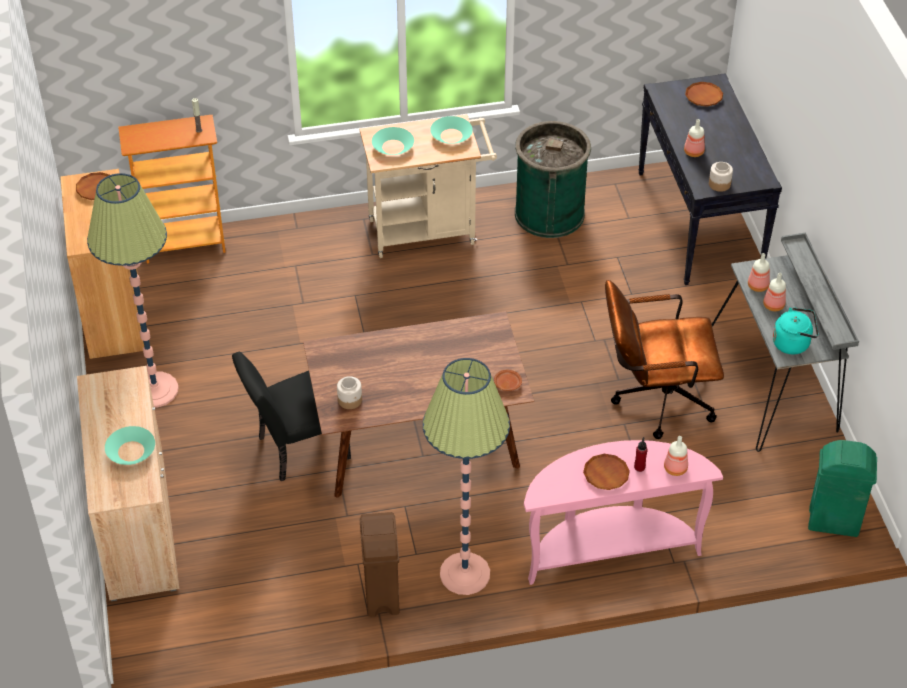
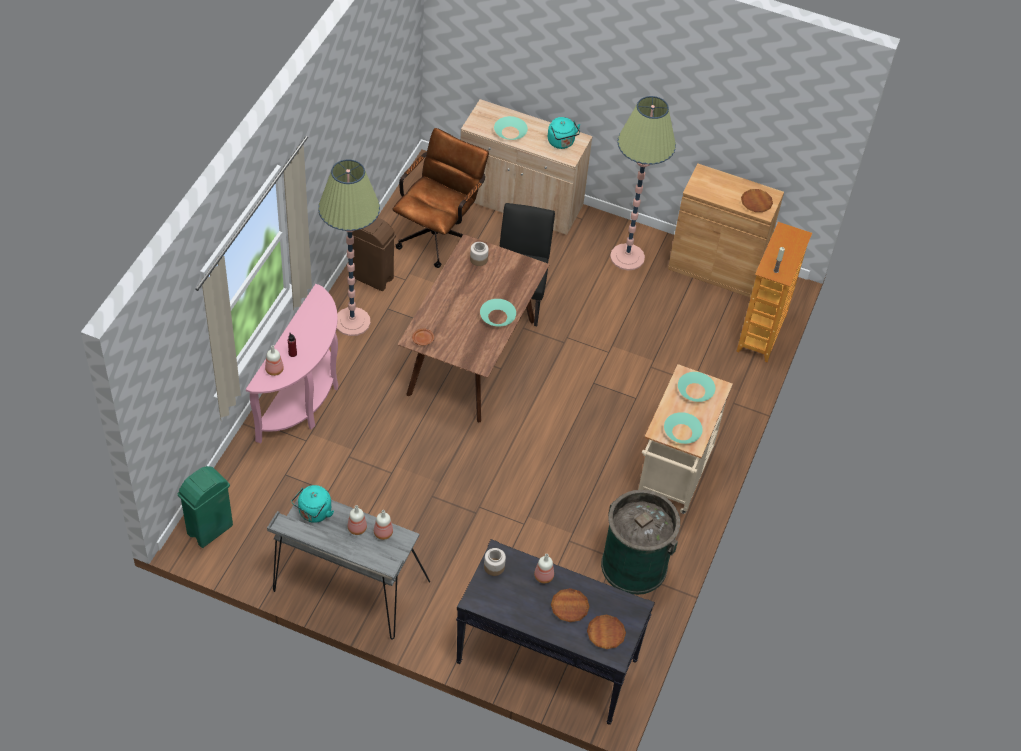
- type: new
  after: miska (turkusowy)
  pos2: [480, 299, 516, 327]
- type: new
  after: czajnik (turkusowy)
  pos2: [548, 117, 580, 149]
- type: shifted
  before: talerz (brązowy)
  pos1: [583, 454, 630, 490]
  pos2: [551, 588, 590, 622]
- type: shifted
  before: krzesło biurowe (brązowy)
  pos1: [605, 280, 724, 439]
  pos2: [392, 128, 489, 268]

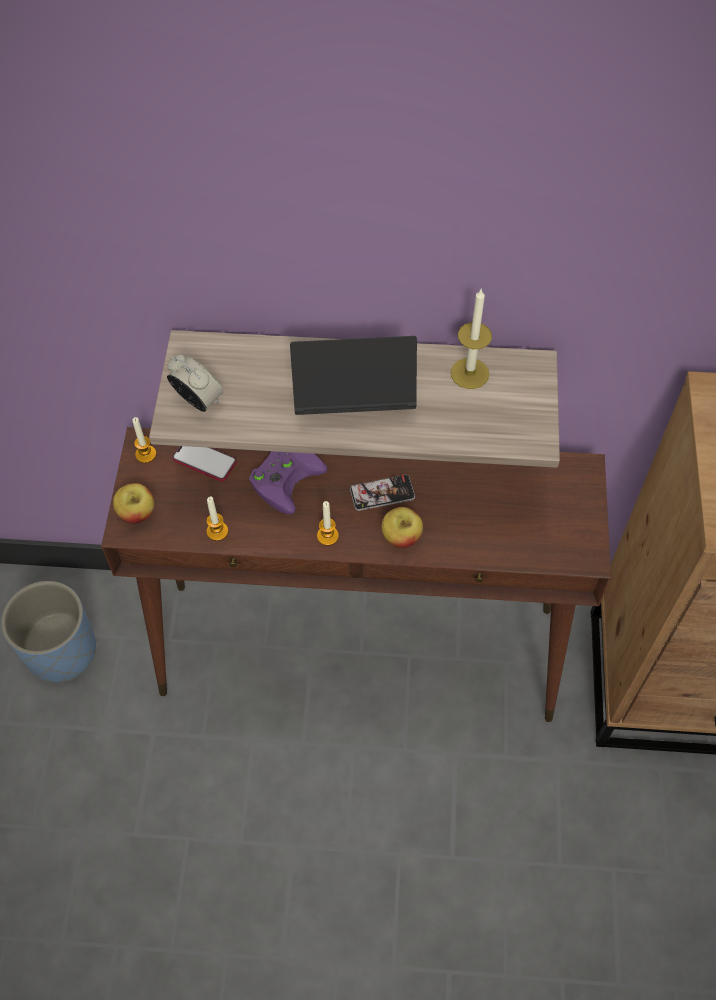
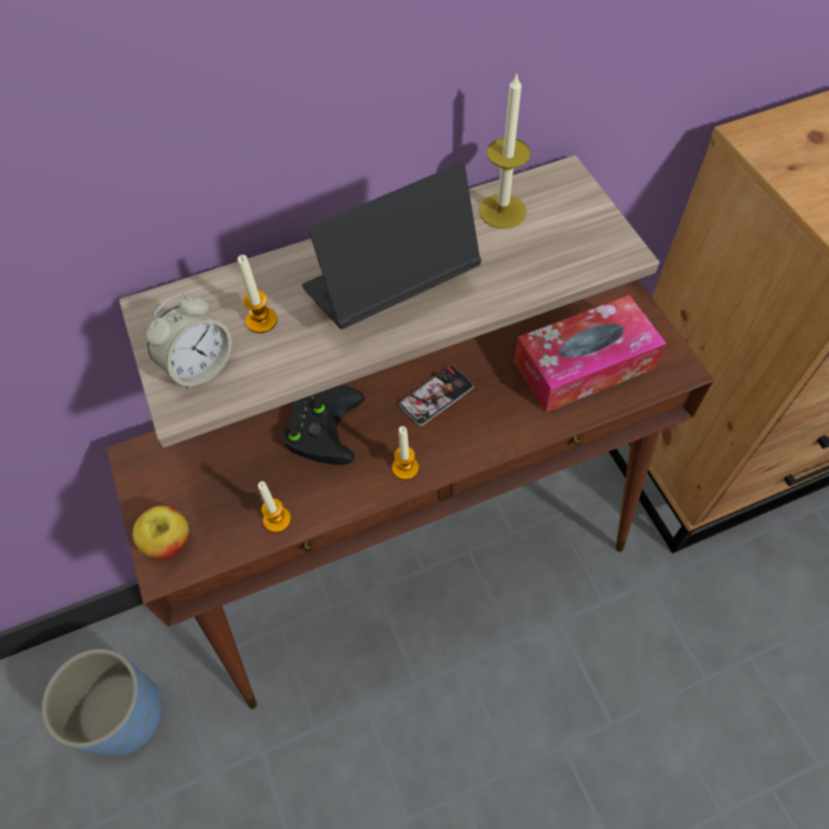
- type: gone
  before: telefon
  pos1: [172, 446, 237, 481]
- type: gone
  before: jabłko
  pos1: [381, 507, 423, 548]
- type: new
  after: pudełko chusteczek
  pos2: [514, 295, 666, 413]
- type: shifted
  before: świeca
  pos1: [132, 417, 156, 463]
  pos2: [237, 255, 277, 333]
- type: repainted
  before: pad do gier (fioletowy)
  after: pad do gier (czarny)
  pos1: [249, 451, 328, 514]
  pos2: [283, 385, 365, 465]
- type: rotated
  before: budzik
  pos1: [167, 355, 224, 412]
  pos2: [146, 293, 232, 390]
  turn: 120

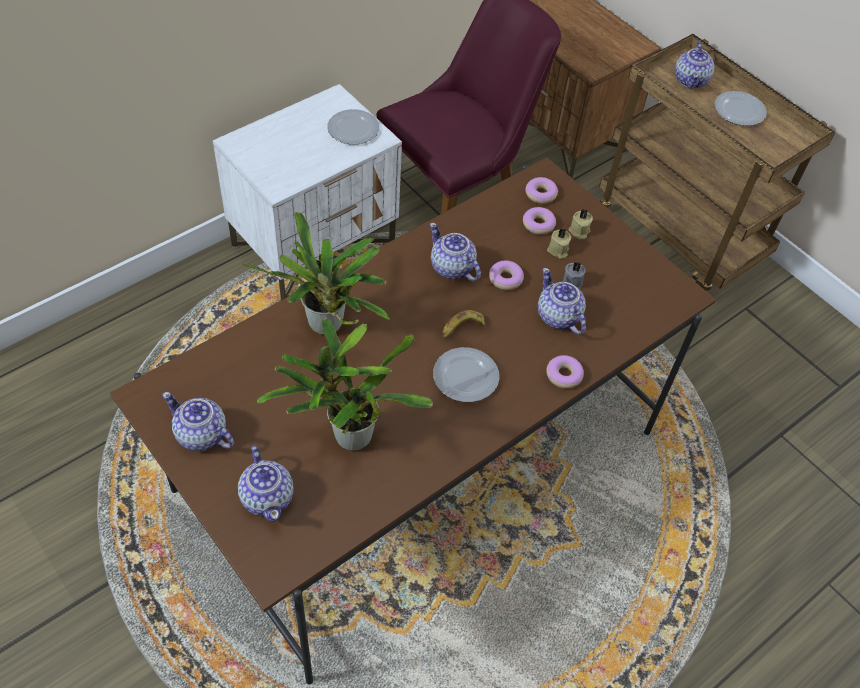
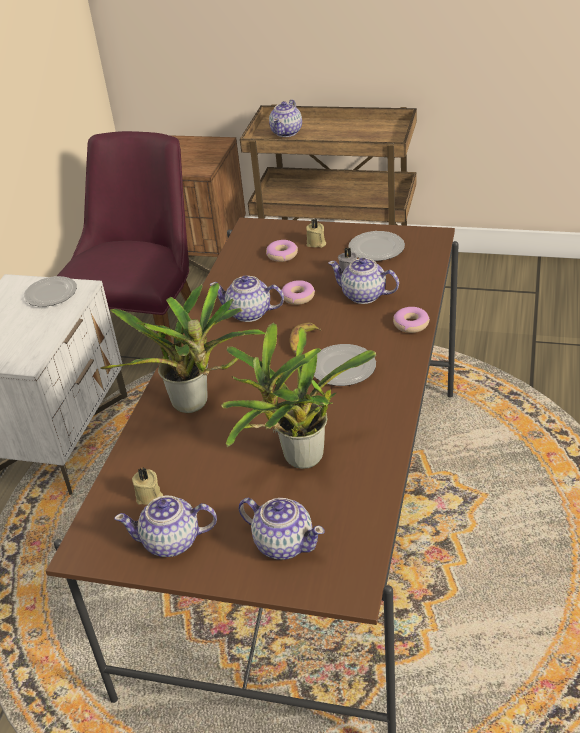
- type: gone
  before: donut
  pos1: [525, 177, 558, 204]
- type: shifted
  before: świeca (beżowy)
  pos1: [547, 228, 571, 259]
  pos2: [132, 468, 163, 505]
- type: shifted
  before: talerz
  pos1: [714, 91, 767, 126]
  pos2: [348, 231, 405, 261]
- type: rotated
  before: imbryk
  pos1: [675, 42, 714, 89]
  pos2: [269, 99, 302, 137]
  turn: 45

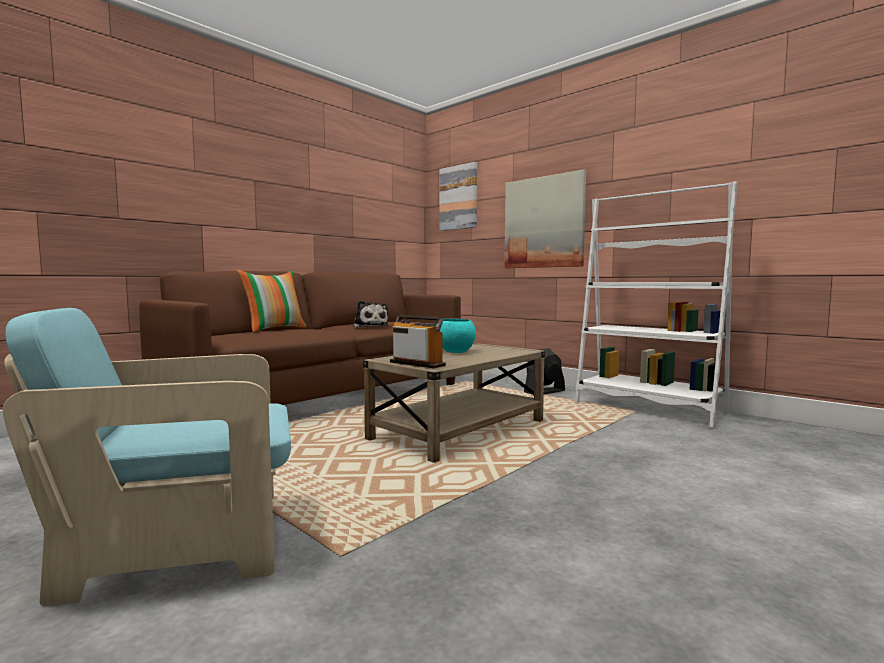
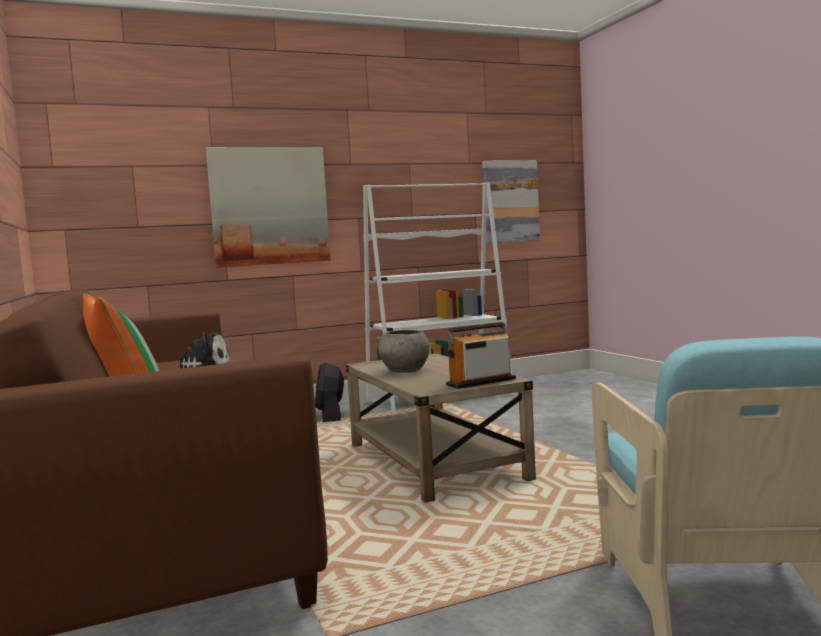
- type: shifted
  before: obraz
  pos1: [439, 162, 477, 231]
  pos2: [482, 160, 540, 243]
- type: repainted
  before: miska (turkusowy)
  after: miska (szary)
  pos1: [436, 319, 476, 353]
  pos2: [375, 330, 430, 373]

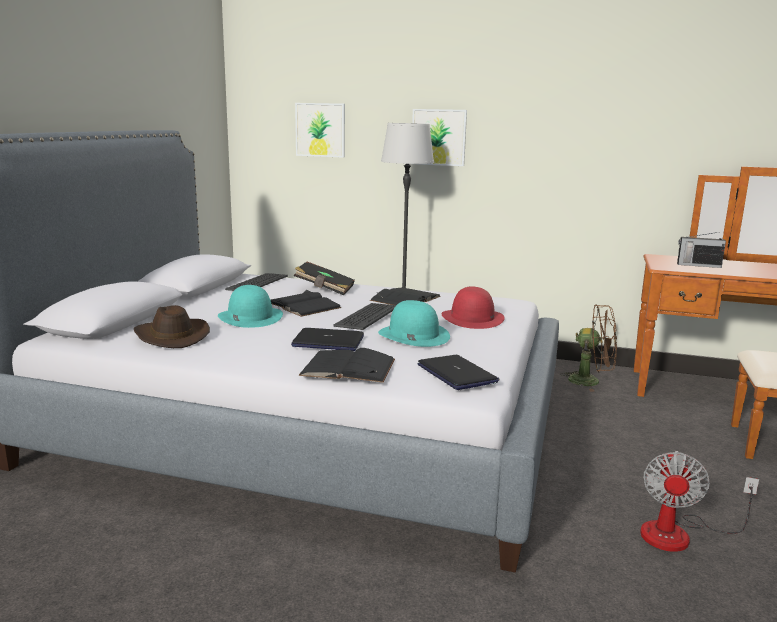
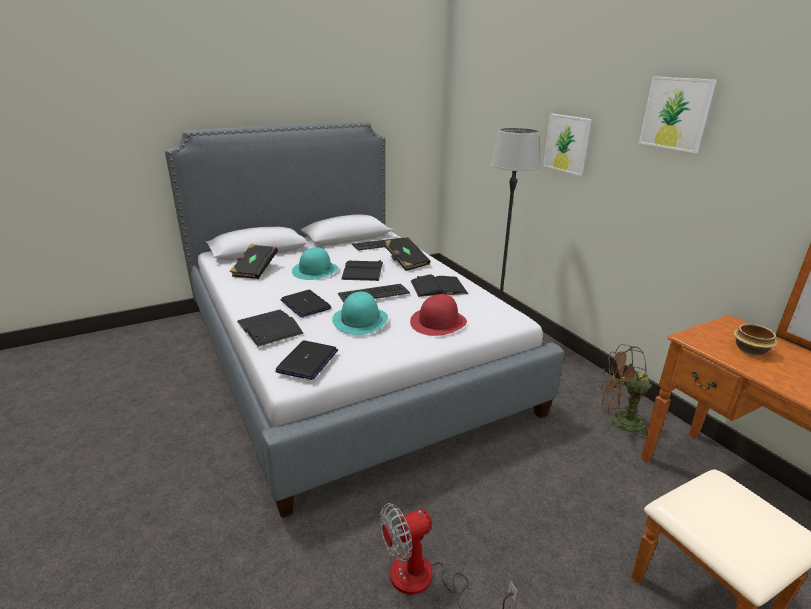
- type: shifted
  before: obraz
  pos1: [295, 103, 345, 158]
  pos2: [639, 76, 717, 153]
- type: swapped
  before: kapelusz (brązowy)
  after: książka (czarny)
  pos1: [134, 305, 210, 348]
  pos2: [230, 244, 278, 279]
- type: swapped
  before: radio
  after: miska
  pos1: [677, 232, 726, 268]
  pos2: [733, 324, 778, 355]
- type: rotated
  before: wentylator (brązowy)
  pos1: [560, 304, 617, 392]
  pos2: [600, 344, 653, 440]
  turn: 120

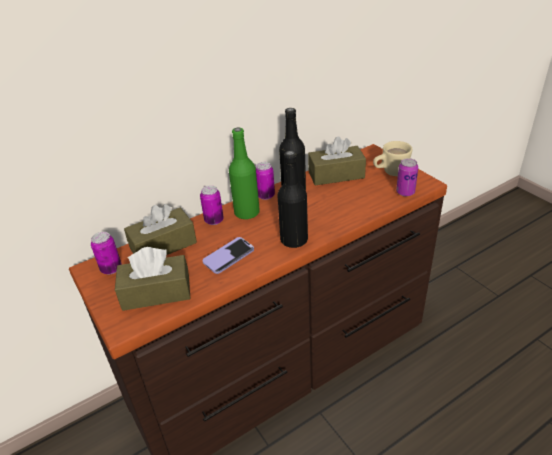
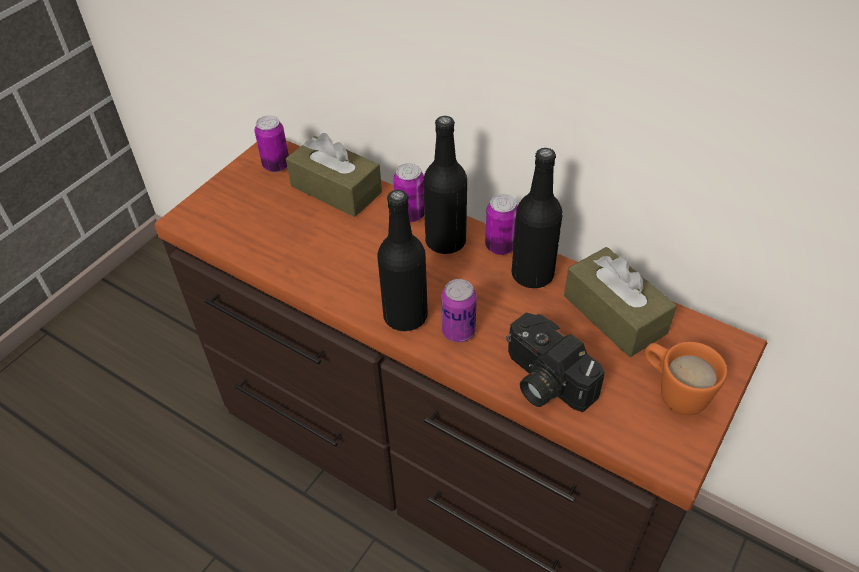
- type: gone
  before: pudełko chusteczek (brązowy)
  pos1: [115, 247, 190, 311]
- type: gone
  before: telefon
  pos1: [203, 237, 254, 274]
- type: new
  after: aparat fotograficzny
  pos2: [506, 313, 605, 412]
- type: shifted
  before: puszka
  pos1: [396, 158, 418, 196]
  pos2: [441, 279, 477, 342]
- type: repainted
  before: butelka (zielony)
  after: butelka (czarny)
  pos1: [229, 128, 260, 219]
  pos2: [423, 116, 467, 254]
- type: repainted
  before: kubek (beżowy)
  after: kubek (pomarańczowy)
  pos1: [373, 141, 413, 176]
  pos2: [645, 342, 727, 415]

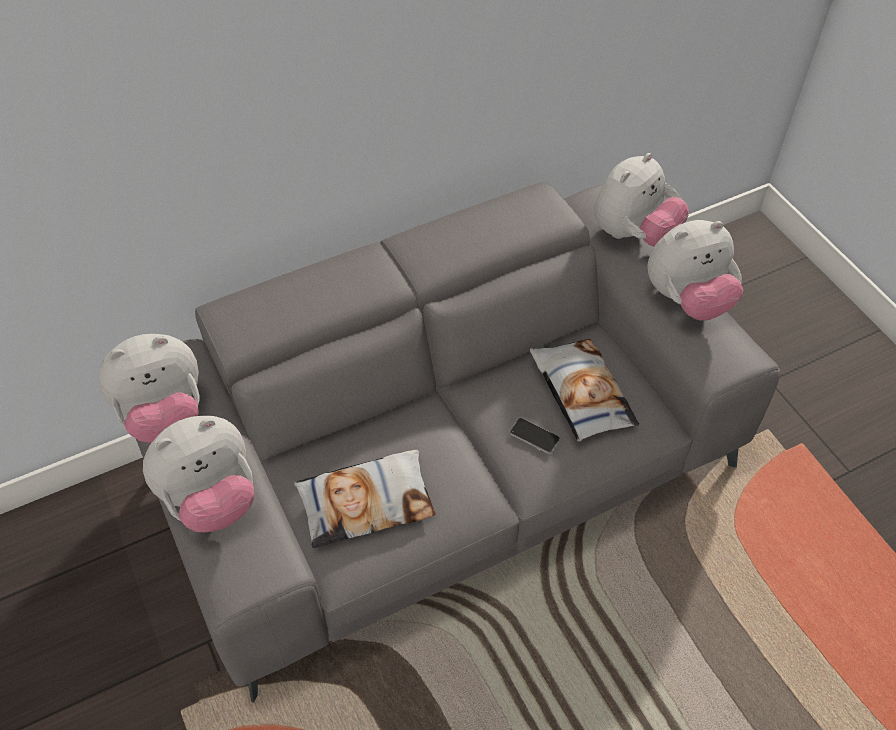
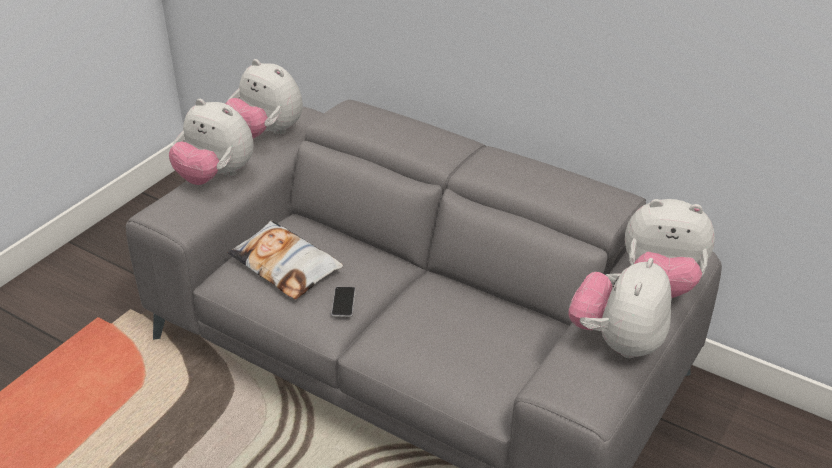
- type: gone
  before: poduszka
  pos1: [530, 339, 639, 442]
- type: shifted
  before: telefon
  pos1: [510, 418, 560, 454]
  pos2: [331, 287, 356, 317]
- type: rotated
  before: pluszak
  pos1: [647, 220, 743, 321]
  pos2: [569, 258, 671, 358]
  turn: 75

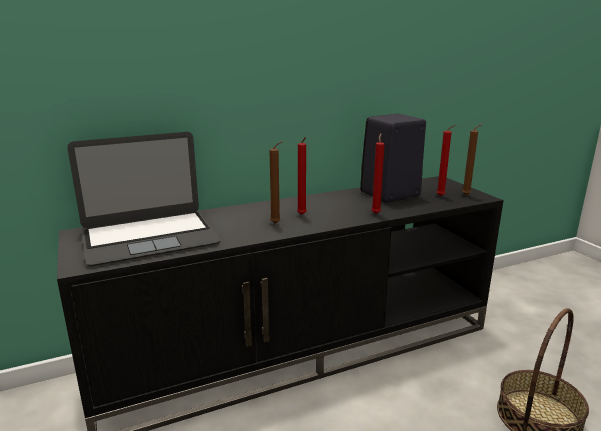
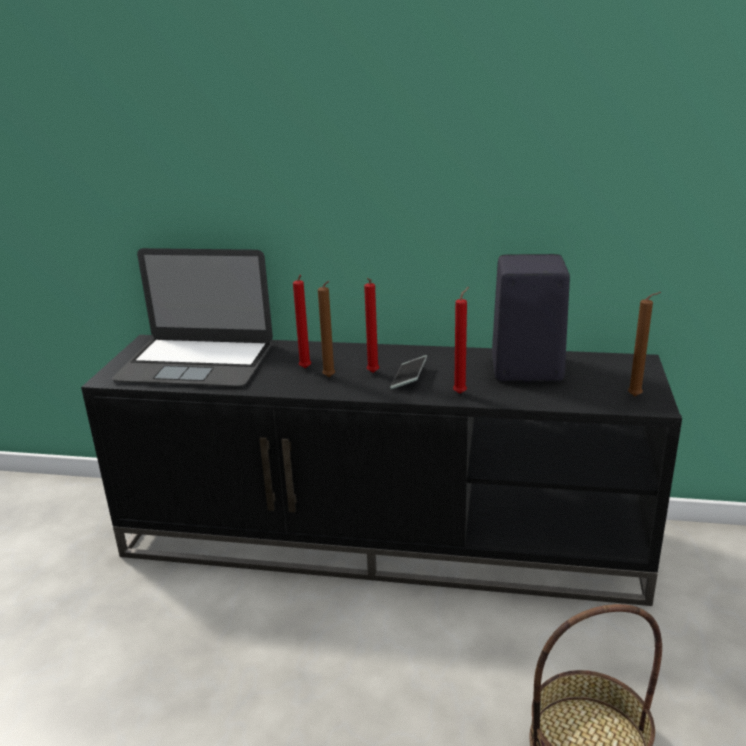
- type: new
  after: telefon
  pos2: [390, 355, 427, 389]
- type: shifted
  before: świeca (czerwony)
  pos1: [437, 125, 456, 196]
  pos2: [293, 275, 311, 368]

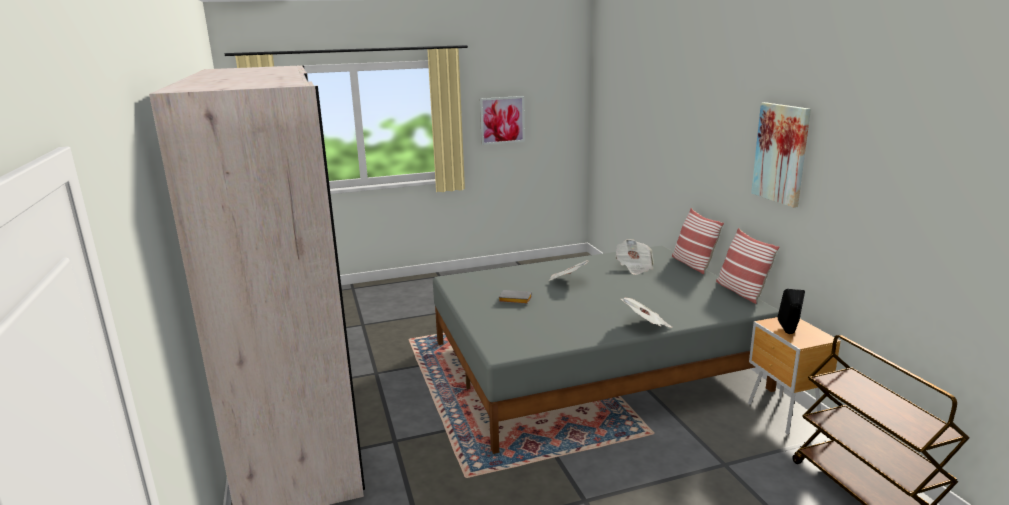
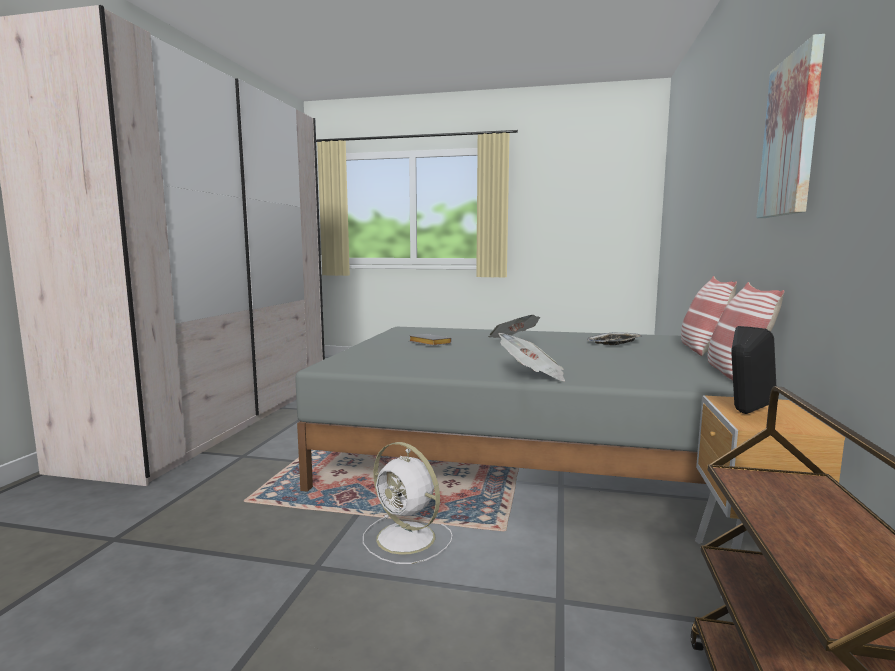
- type: gone
  before: obraz
  pos1: [480, 96, 525, 145]
- type: new
  after: wentylator (biały)
  pos2: [363, 442, 453, 564]
- type: swapped
  before: gazeta
  after: taca
  pos1: [616, 239, 654, 275]
  pos2: [587, 332, 642, 345]

